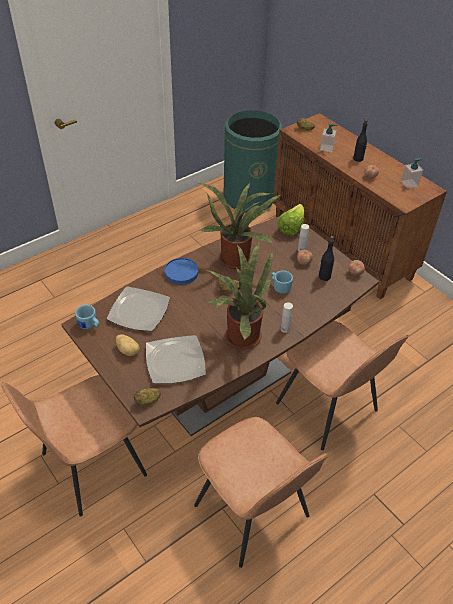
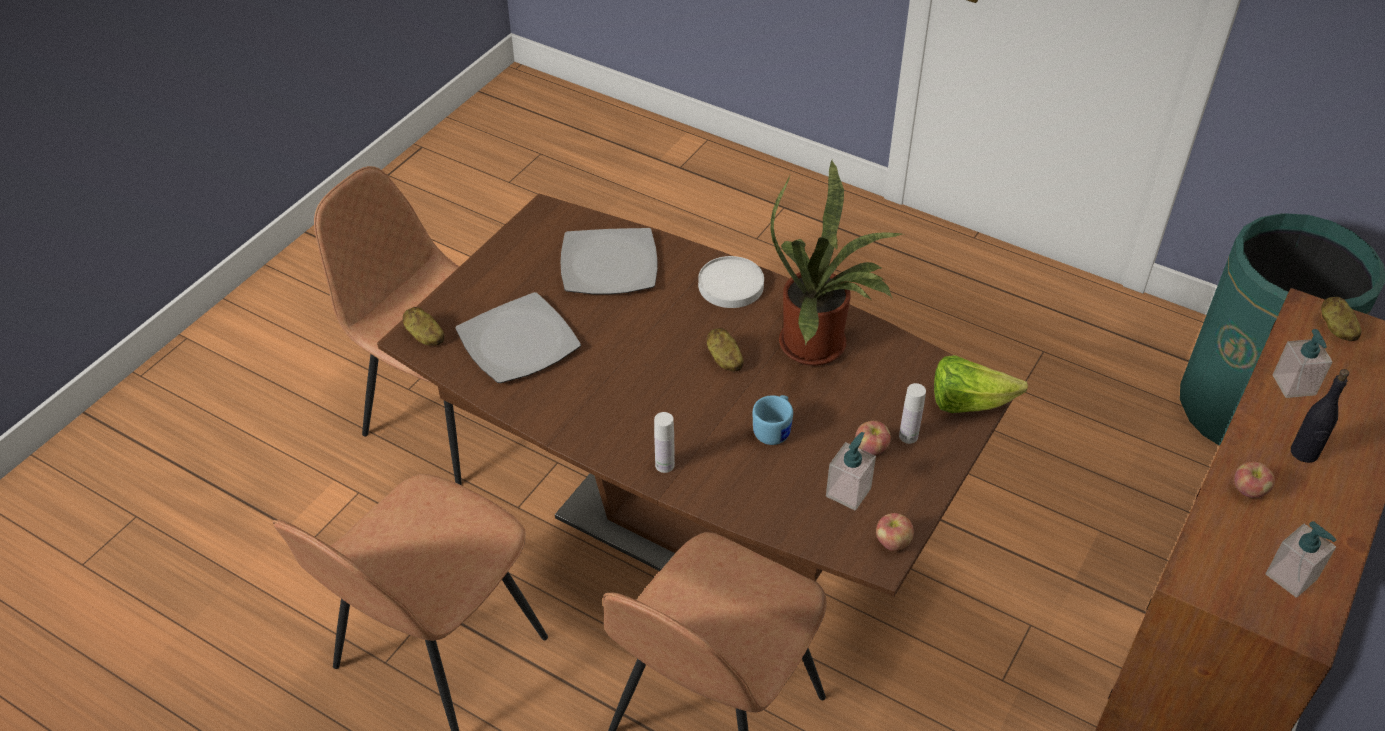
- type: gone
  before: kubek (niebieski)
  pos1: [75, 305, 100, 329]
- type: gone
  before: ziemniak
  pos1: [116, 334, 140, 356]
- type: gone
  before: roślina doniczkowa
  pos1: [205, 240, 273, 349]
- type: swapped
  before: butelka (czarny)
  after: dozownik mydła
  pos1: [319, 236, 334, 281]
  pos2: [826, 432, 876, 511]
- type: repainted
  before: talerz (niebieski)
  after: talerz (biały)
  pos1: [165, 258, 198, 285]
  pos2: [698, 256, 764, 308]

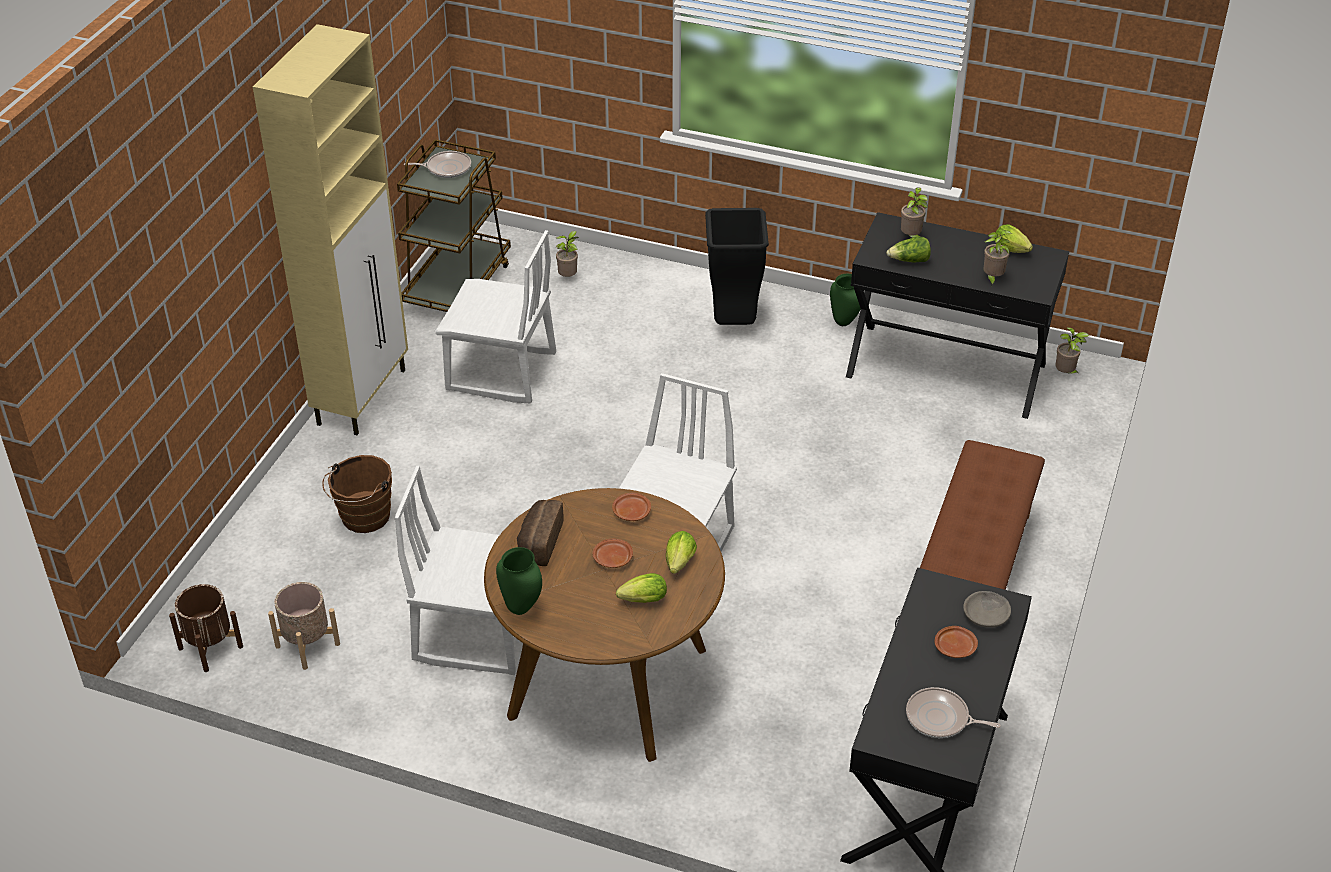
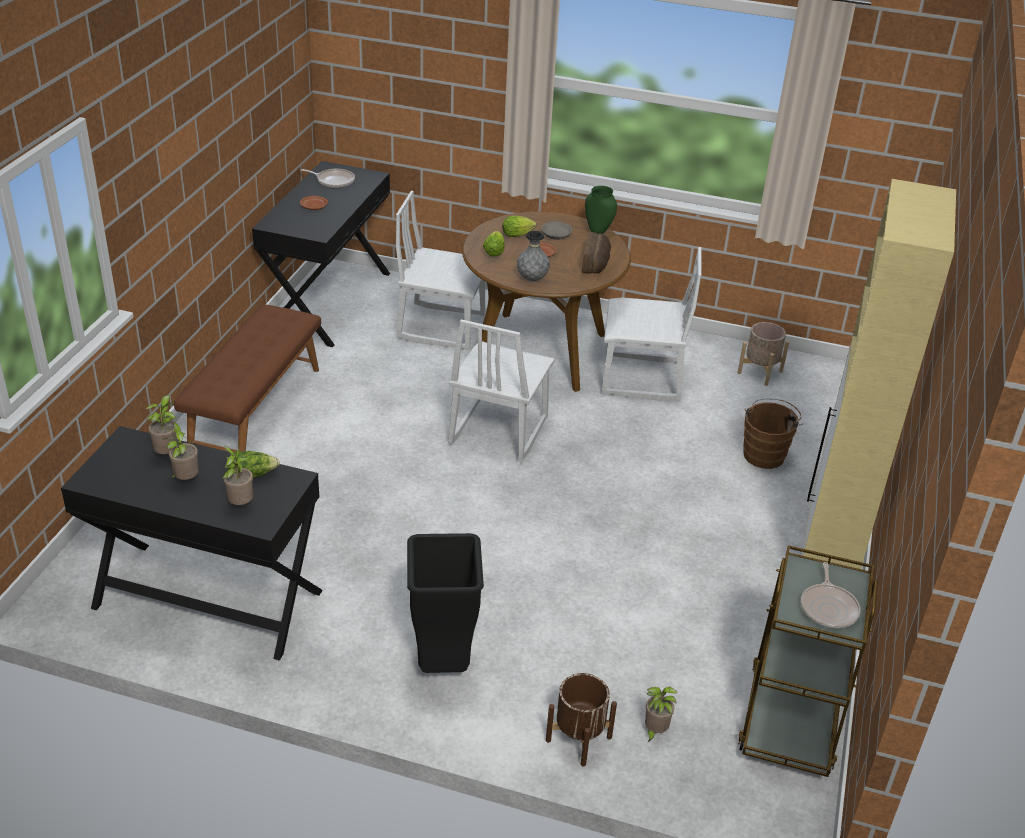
- type: gone
  before: wazon (zielony)
  pos1: [830, 274, 861, 326]
- type: gone
  before: sałata
  pos1: [995, 224, 1033, 253]
- type: shifted
  before: donica (brązowy)
  pos1: [169, 584, 243, 672]
  pos2: [546, 673, 617, 767]
- type: shifted
  before: krzesło (biały)
  pos1: [435, 230, 556, 403]
  pos2: [396, 191, 485, 350]
- type: shifted
  before: miska (szary)
  pos1: [963, 591, 1011, 628]
  pos2: [541, 221, 573, 240]
- type: shifted
  before: roślina doniczkowa
  pos1: [1055, 327, 1089, 374]
  pos2: [163, 422, 199, 480]
- type: swapped
  before: talerz (brązowy)
  after: wazon (szary)
  pos1: [612, 493, 651, 521]
  pos2: [517, 231, 550, 281]
- type: rotated
  before: patelnia
  pos1: [404, 151, 471, 178]
  pos2: [801, 562, 861, 629]
  turn: -75

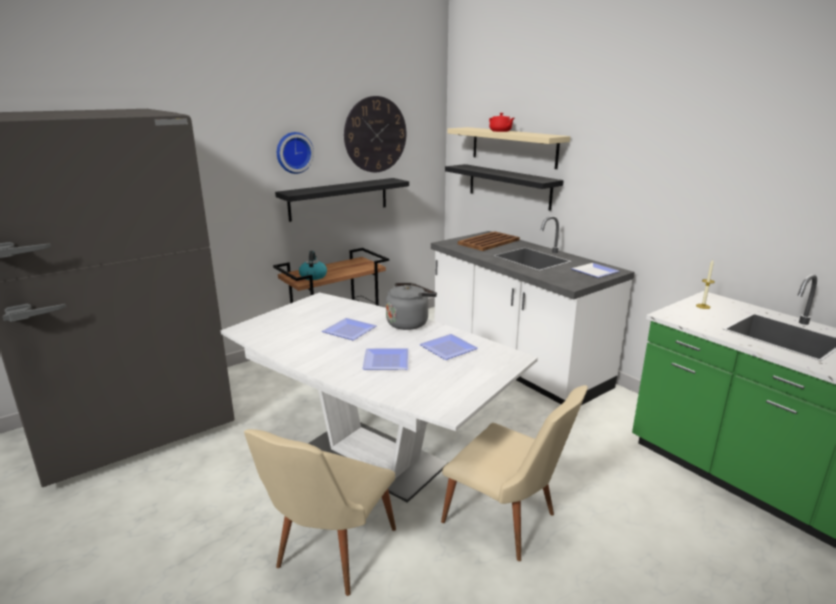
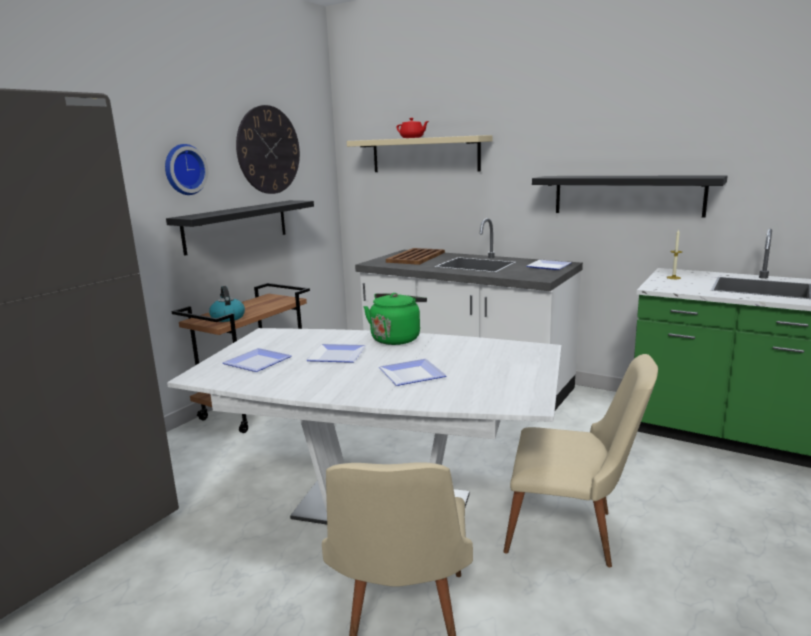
- type: shifted
  before: talerz
  pos1: [419, 334, 478, 360]
  pos2: [222, 348, 292, 372]
- type: shifted
  before: półka (czarny)
  pos1: [445, 164, 564, 211]
  pos2: [532, 175, 728, 218]
- type: repainted
  before: czajnik (szary)
  after: czajnik (zielony)
  pos1: [386, 283, 437, 330]
  pos2: [364, 293, 427, 345]

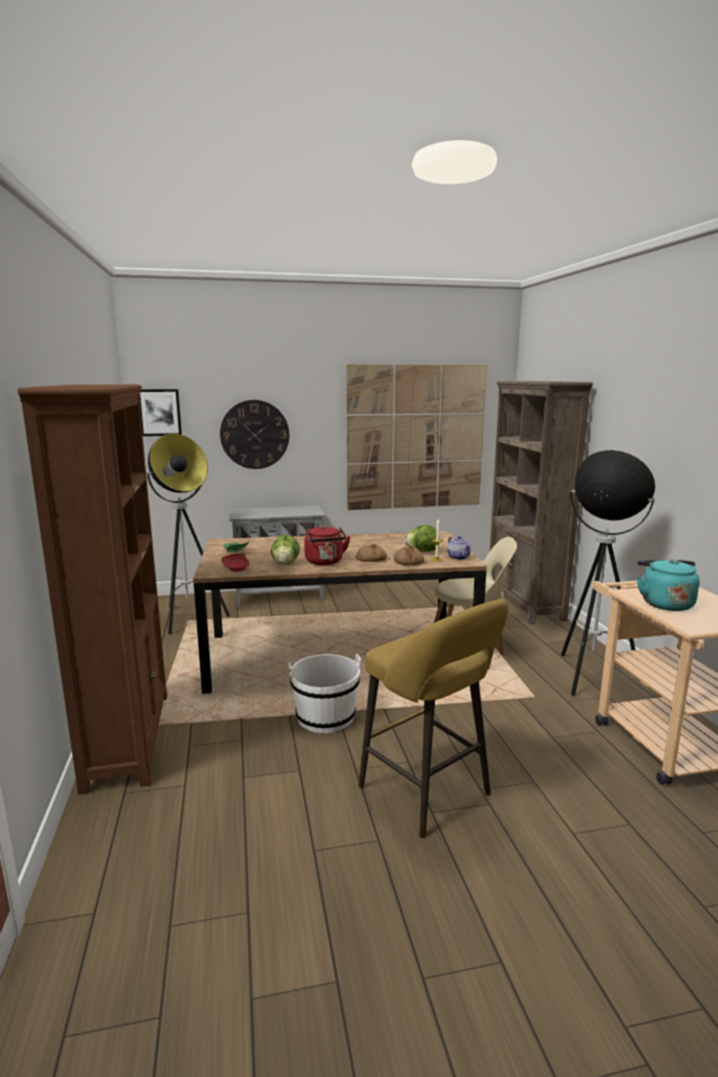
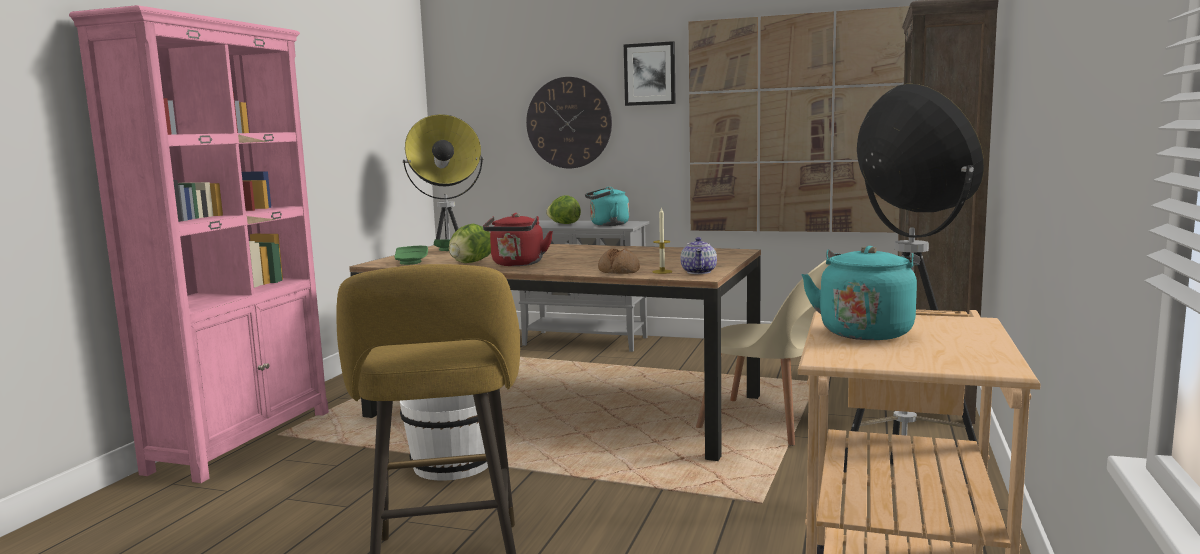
- type: gone
  before: chleb
  pos1: [356, 544, 387, 562]
- type: new
  after: czajnik (turkusowy)
  pos2: [585, 187, 629, 226]
- type: shifted
  before: obraz
  pos1: [139, 389, 182, 436]
  pos2: [624, 41, 676, 106]
- type: shifted
  before: sałata
  pos1: [405, 525, 437, 552]
  pos2: [546, 195, 581, 224]
- type: repainted
  before: regał (brązowy)
  after: regał (różowy)
  pos1: [18, 384, 167, 795]
  pos2: [69, 5, 329, 483]
- type: repainted
  before: talerz (czerwony)
  after: talerz (zielony)
  pos1: [221, 554, 249, 572]
  pos2: [394, 246, 428, 265]

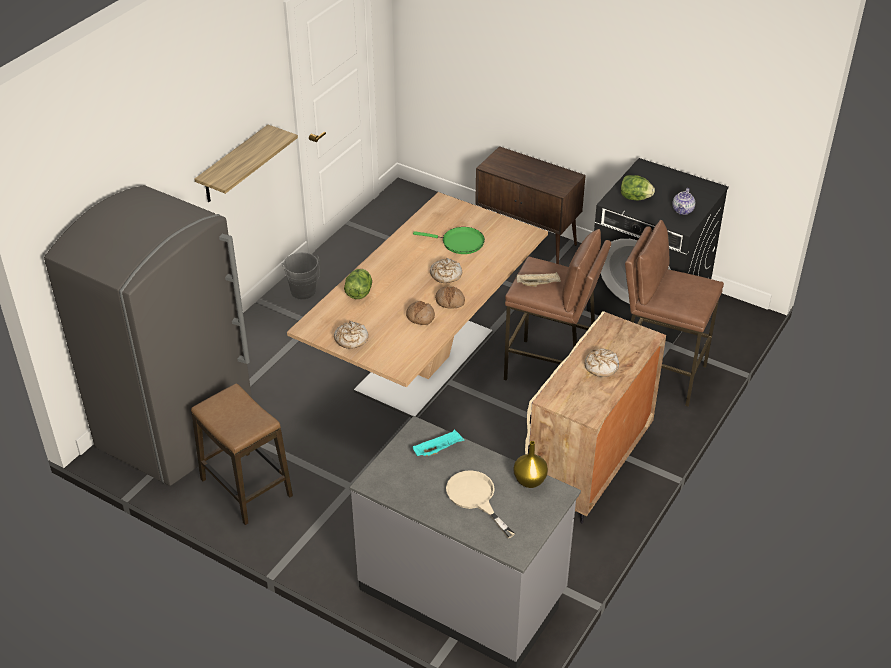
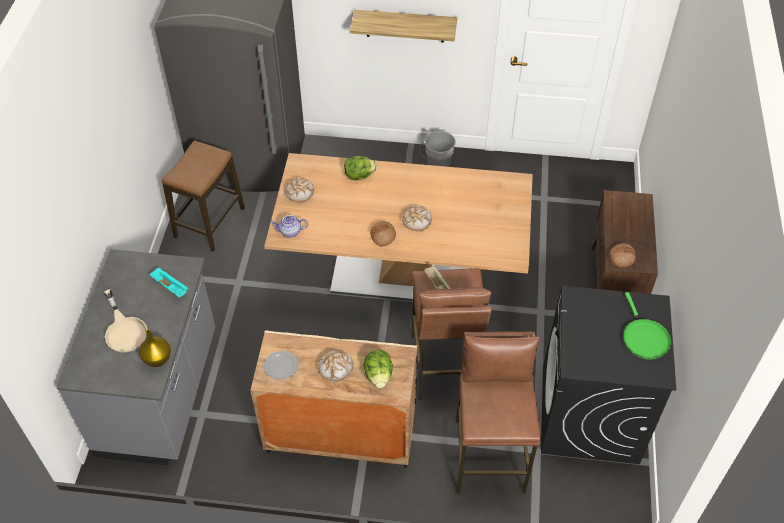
- type: new
  after: talerz
  pos2: [264, 351, 298, 380]
- type: shifted
  before: chleb
  pos1: [406, 301, 435, 325]
  pos2: [610, 243, 635, 267]
- type: shifted
  before: patelnia (zielony)
  pos1: [413, 227, 485, 254]
  pos2: [623, 292, 671, 360]
- type: shifted
  before: sałata
  pos1: [621, 175, 655, 200]
  pos2: [364, 350, 393, 388]
- type: shifted
  before: imbryk
  pos1: [672, 188, 695, 215]
  pos2: [271, 215, 308, 238]
- type: rotated
  before: patelnia (beżowy)
  pos1: [446, 470, 515, 538]
  pos2: [104, 289, 148, 352]
  turn: 120

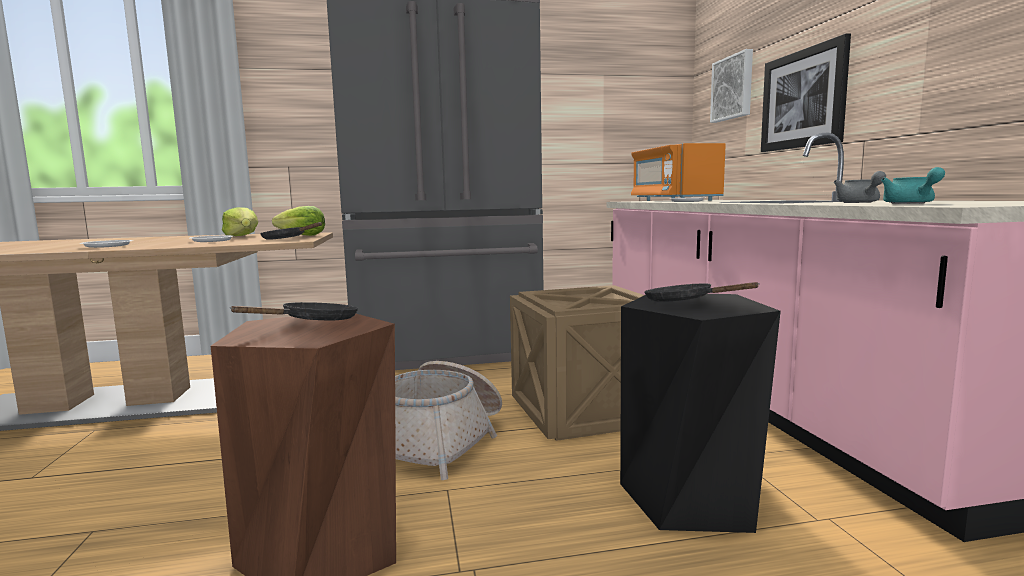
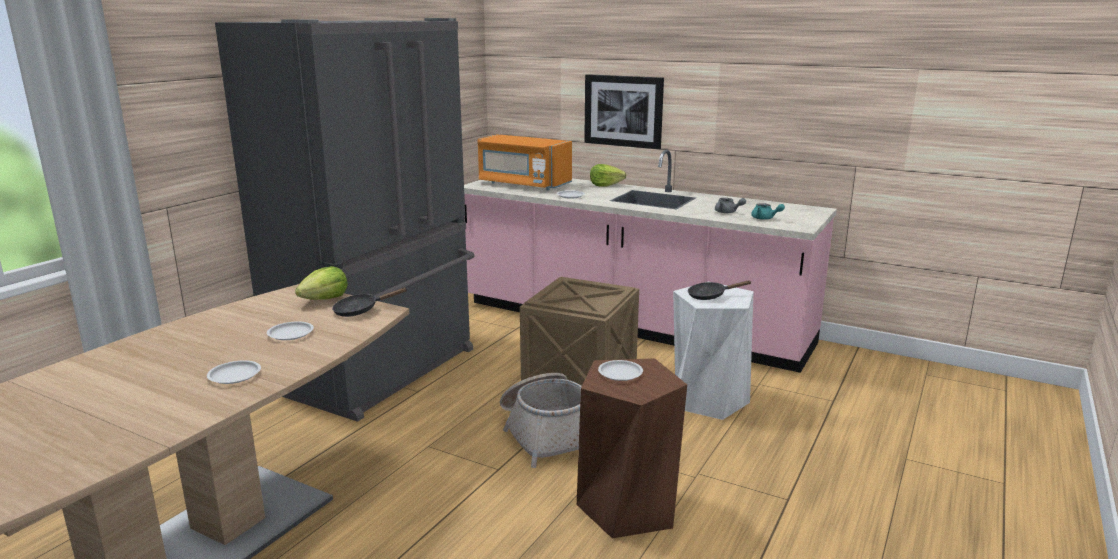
- type: gone
  before: obraz
  pos1: [710, 49, 753, 123]
- type: shifted
  before: sałata
  pos1: [222, 207, 258, 236]
  pos2: [590, 164, 626, 187]
- type: swapped
  before: patelnia (czarny)
  after: talerz (biały)
  pos1: [230, 302, 358, 320]
  pos2: [598, 360, 643, 381]
- type: repainted
  before: stołek (czarny)
  after: stołek (biały)
  pos1: [620, 294, 781, 533]
  pos2: [673, 285, 754, 420]

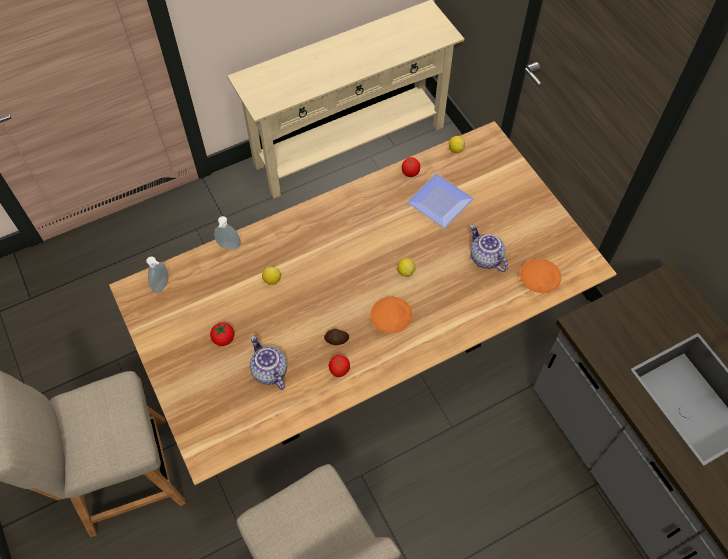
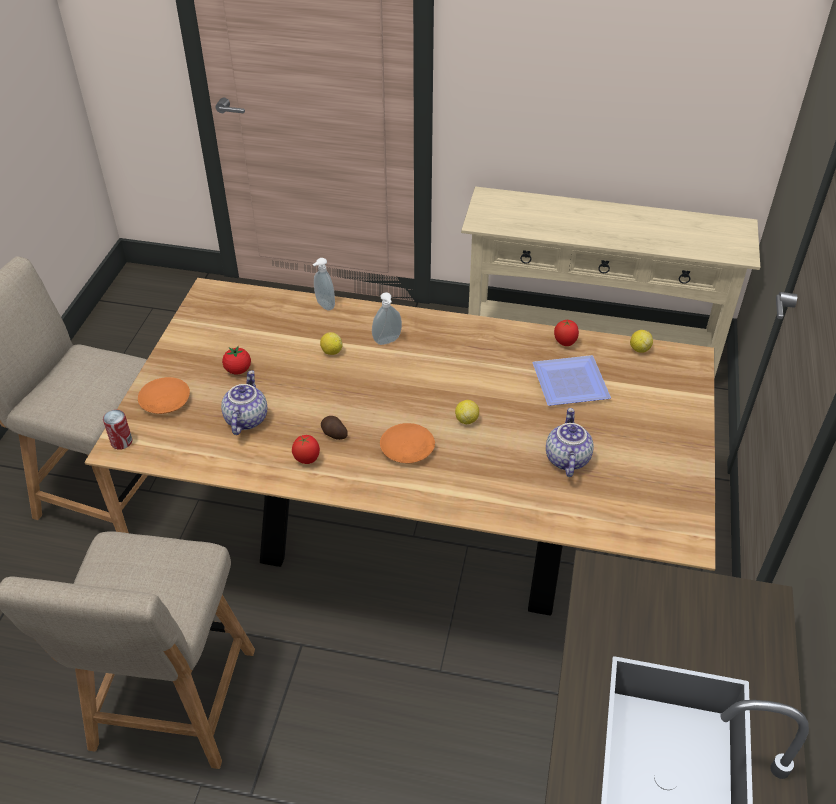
- type: new
  after: puszka
  pos2: [103, 410, 133, 450]
- type: shifted
  before: dozownik mydła
  pos1: [146, 256, 169, 293]
  pos2: [372, 292, 402, 345]
- type: shifted
  before: talerz (pomarańczowy)
  pos1: [520, 258, 562, 293]
  pos2: [138, 377, 190, 414]

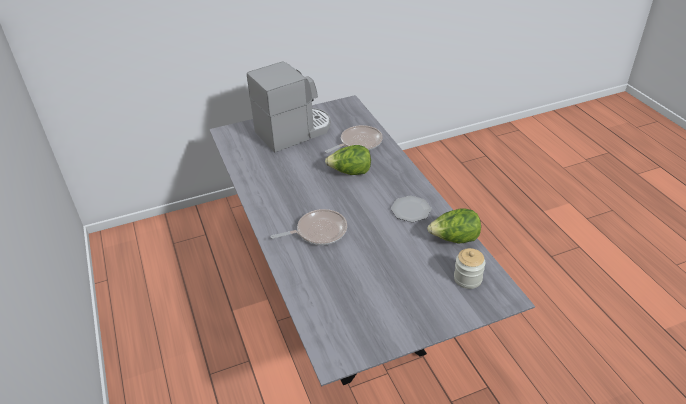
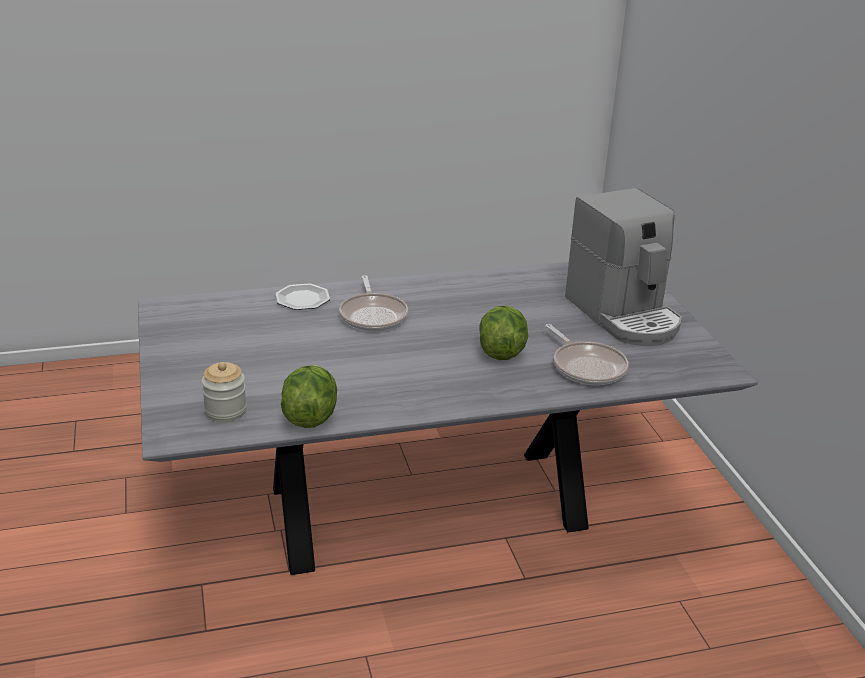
- type: shifted
  before: talerz
  pos1: [391, 196, 431, 222]
  pos2: [275, 284, 330, 310]

